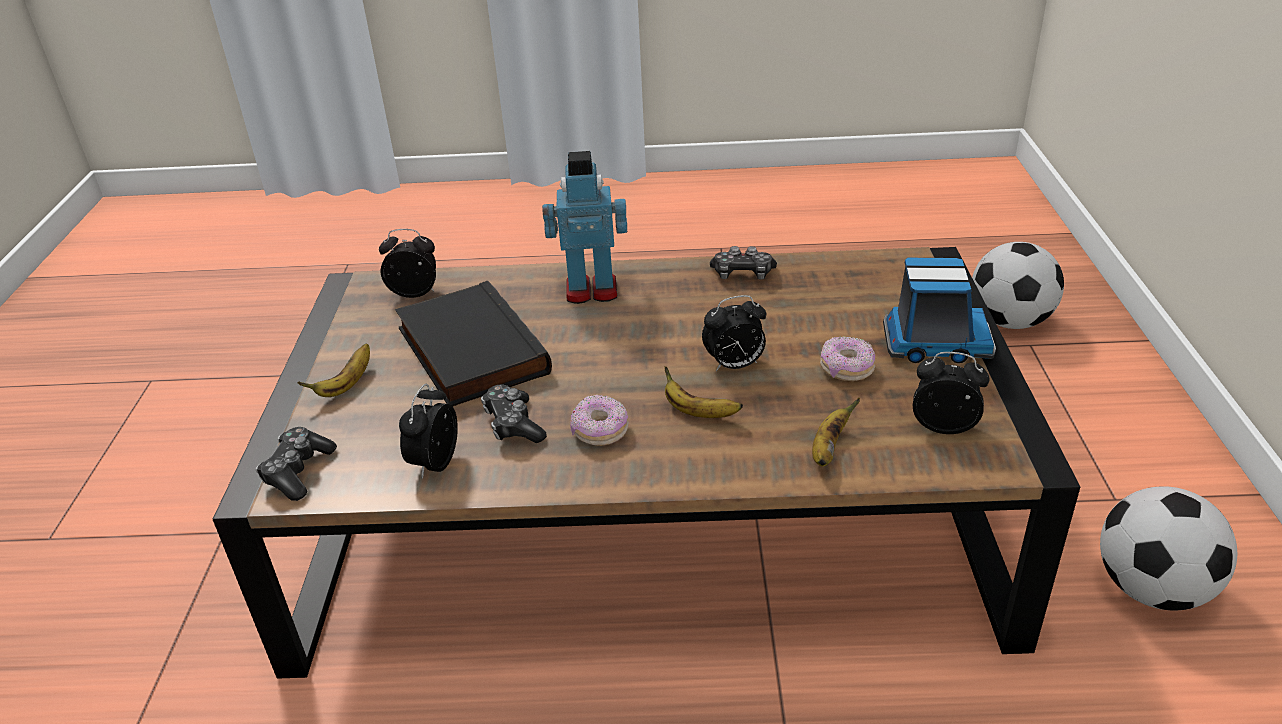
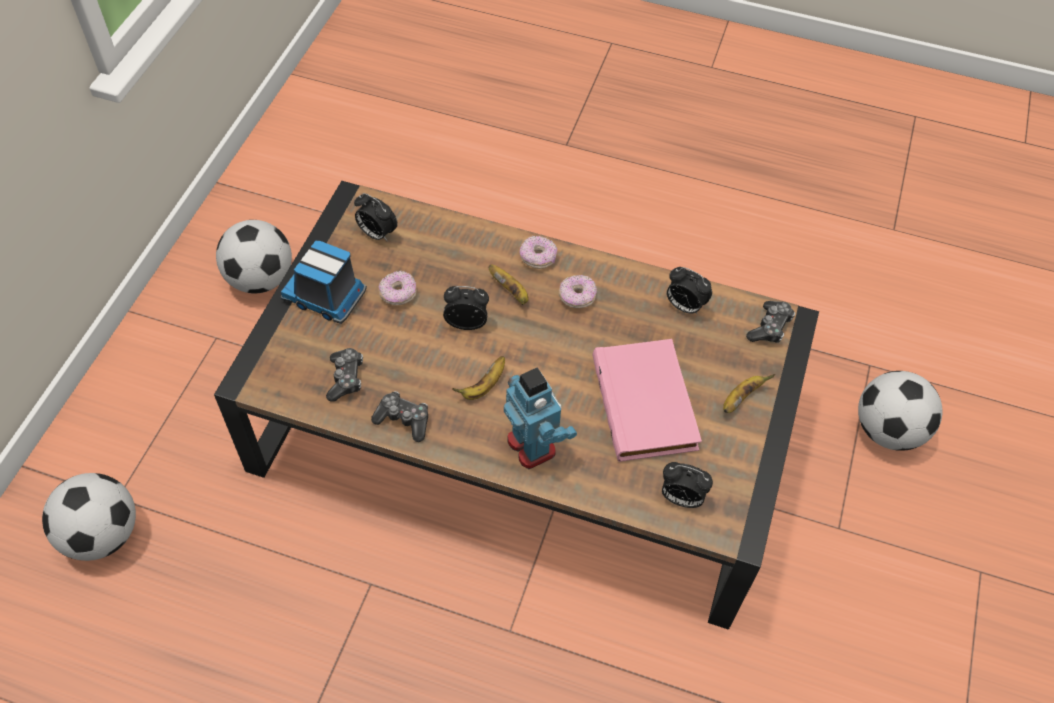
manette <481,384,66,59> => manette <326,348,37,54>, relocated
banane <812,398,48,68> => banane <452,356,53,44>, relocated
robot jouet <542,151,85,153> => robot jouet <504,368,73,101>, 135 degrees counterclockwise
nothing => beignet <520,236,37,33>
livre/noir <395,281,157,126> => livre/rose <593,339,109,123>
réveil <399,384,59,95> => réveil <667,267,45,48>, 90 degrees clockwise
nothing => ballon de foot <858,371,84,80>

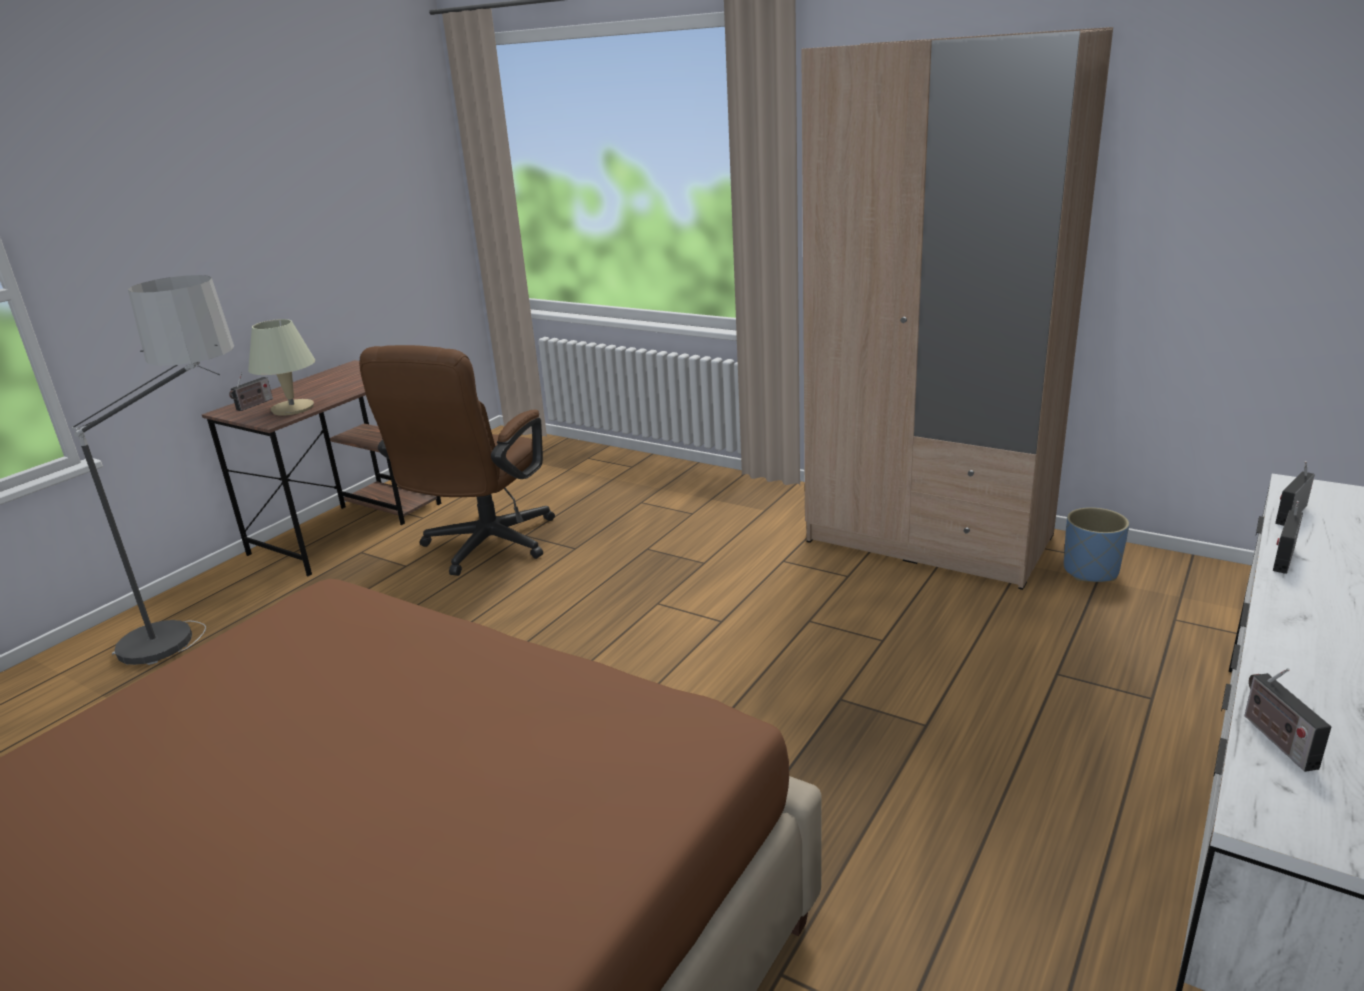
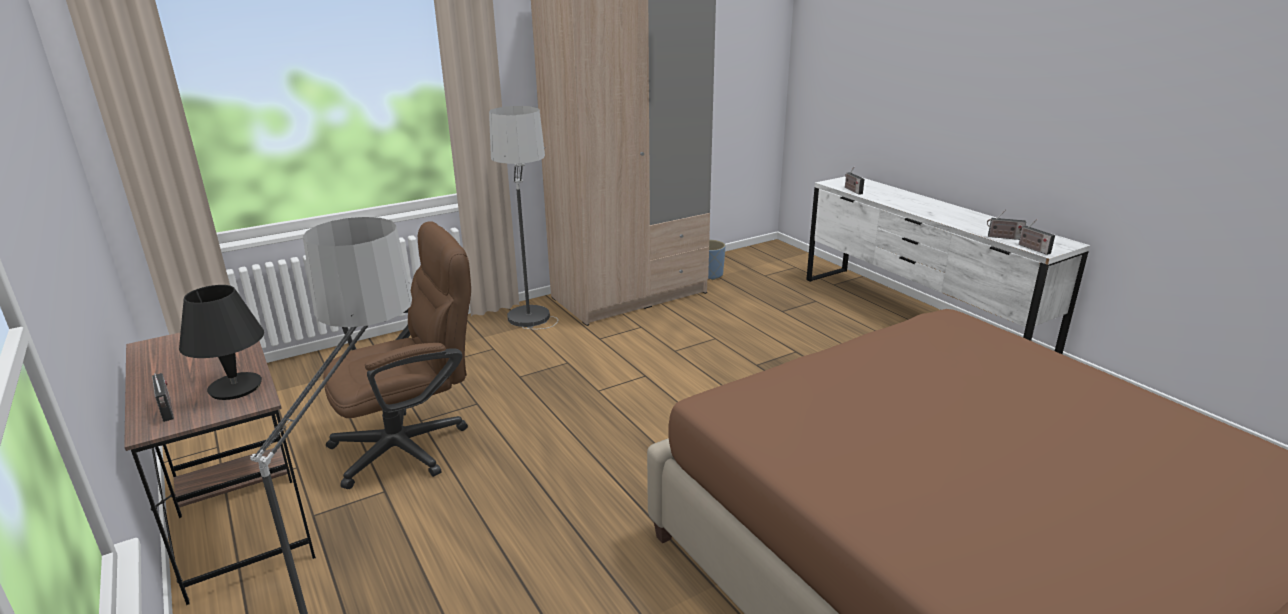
lampe de table/beige <248,319,67,97> => lampe de table/noir <179,285,85,115>
chaise de bureau/marron <359,345,196,231> => chaise de bureau/marron <323,221,148,268>, 75 degrees counterclockwise
nothing => lampadaire <489,106,69,223>
radio <1273,501,30,73> => radio <1019,219,36,36>, relocated

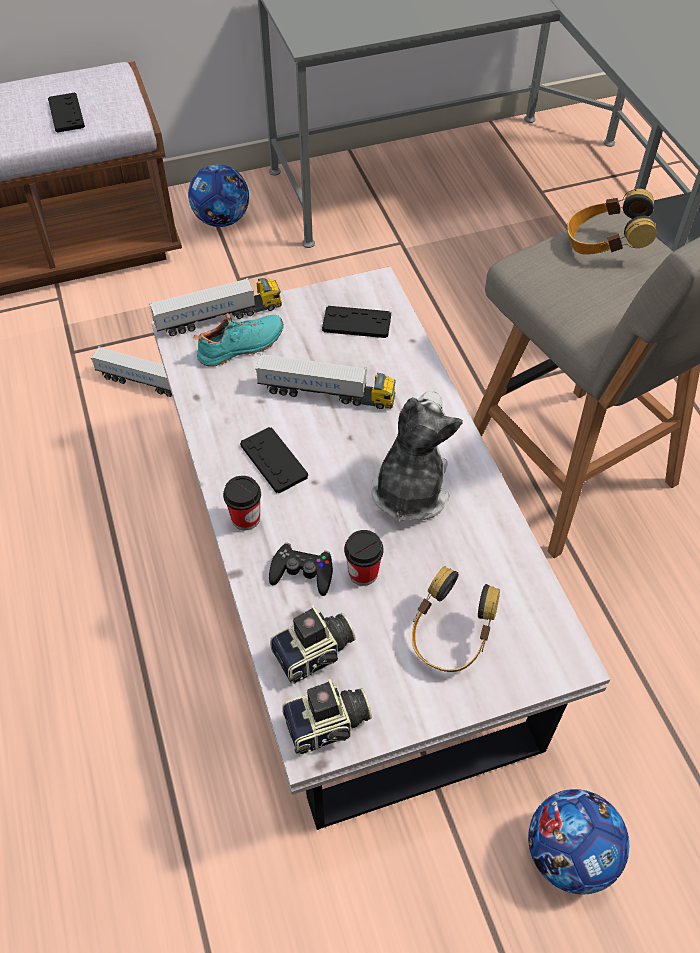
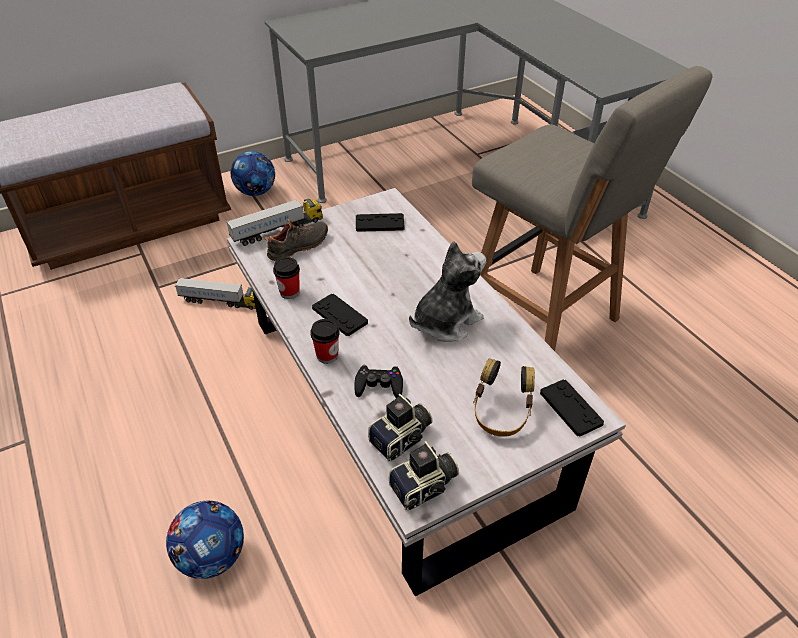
ballon de foot <528,789,101,105> => ballon de foot <166,501,78,78>, relocated
chaussure/turquoise <194,313,90,54> => chaussure/noir <265,219,63,42>
tasse <344,530,40,56> => tasse <273,257,27,42>, relocated
peluche <371,391,92,132> => peluche <409,241,77,101>, 45 degrees clockwise
manette/noir <48,92,37,41> => manette/noir <540,379,64,58>, relocated
camion jouet <255,353,141,56> => nothing
casque audio <567,189,90,66> => nothing

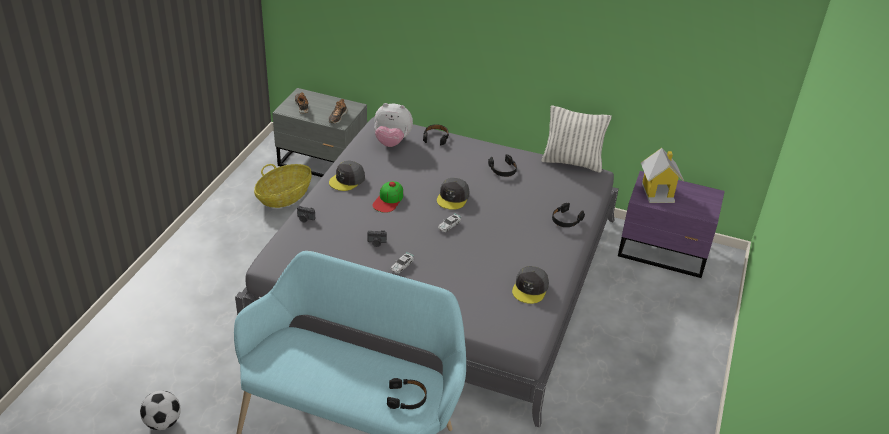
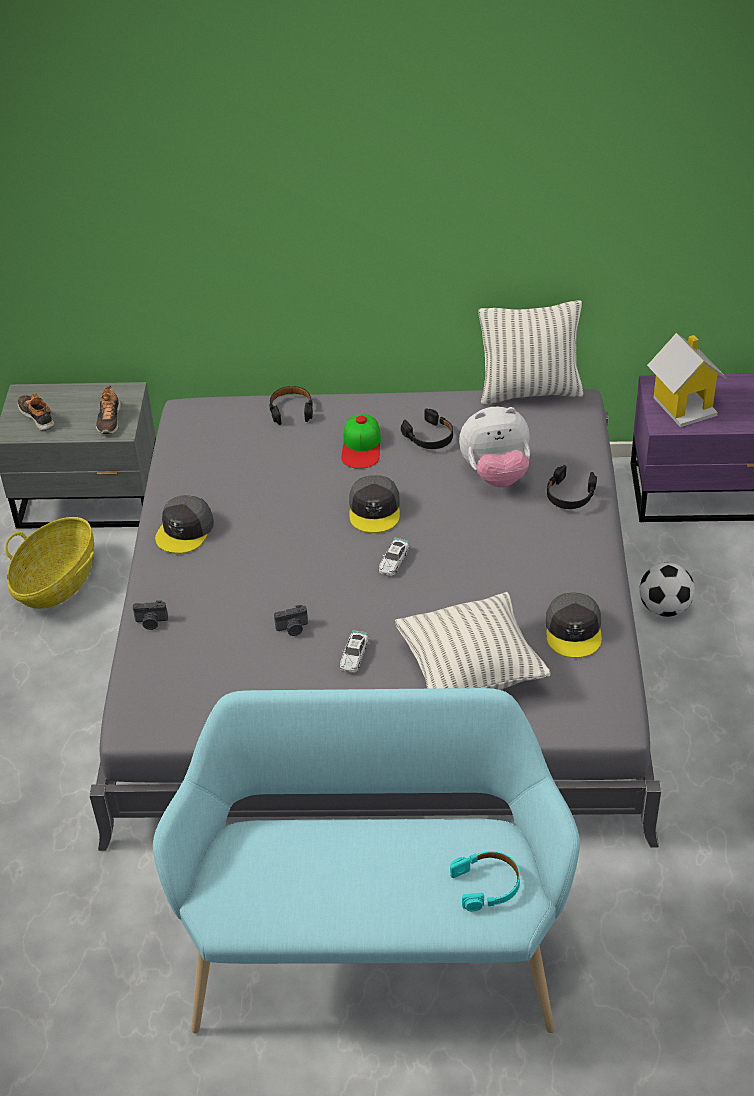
casquette <372,181,31,32> => casquette <341,414,40,55>, relocated
nothing => coussin <395,592,155,98>
casque audio/noir <387,378,40,31> => casque audio/turquoise <450,851,70,61>
peluche <374,103,39,44> => peluche <459,407,71,80>, relocated
ballon de foot <140,391,41,39> => ballon de foot <639,563,56,54>, relocated

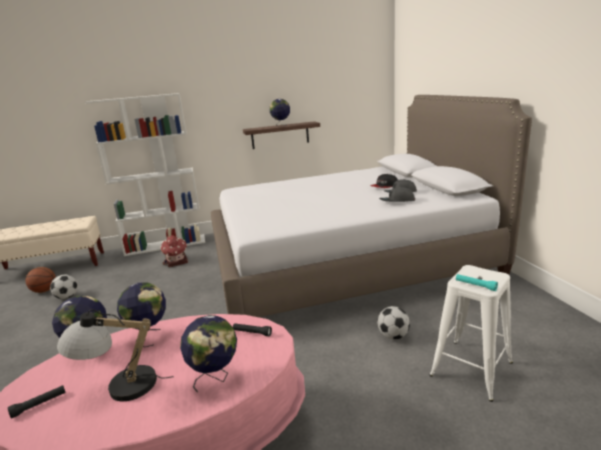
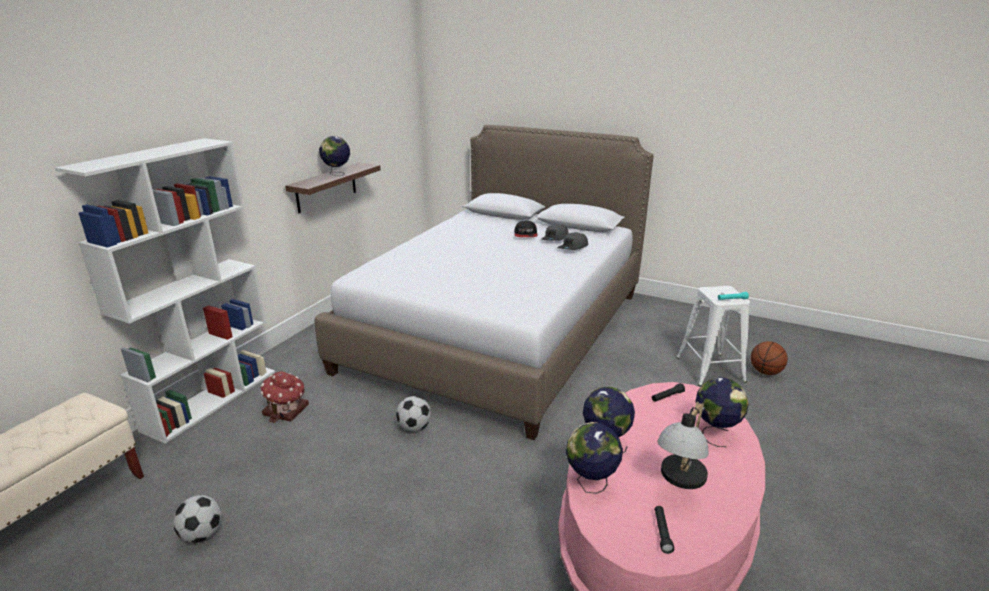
ballon de foot <377,306,33,34> => ballon de foot <396,396,35,36>, relocated
ballon de basket <25,267,31,26> => ballon de basket <751,341,37,34>, relocated

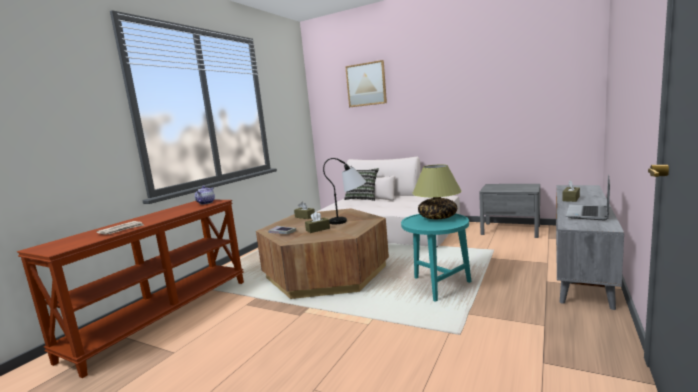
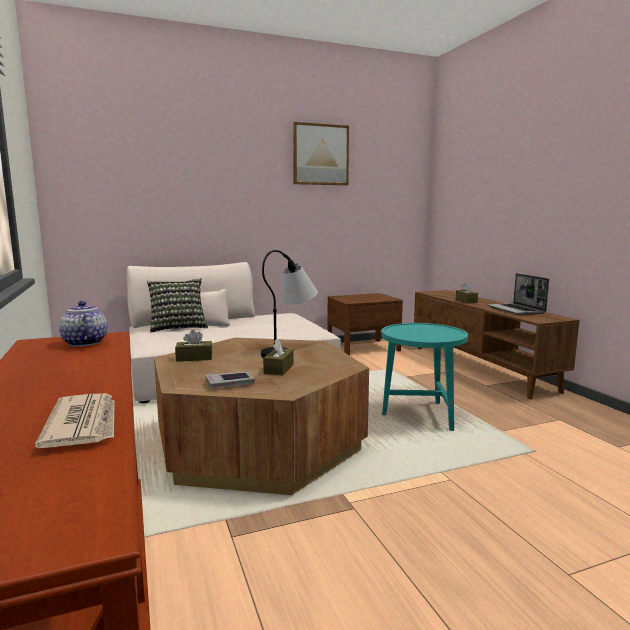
tableau <345,60,42,47> => tableau <293,122,56,64>, relocated
table de chevet/gris <479,184,61,54> => table de chevet/marron <327,293,76,63>
meuble télé/gris <556,185,68,125> => meuble télé/marron <414,290,166,109>
lampe de table <412,164,50,55> => nothing

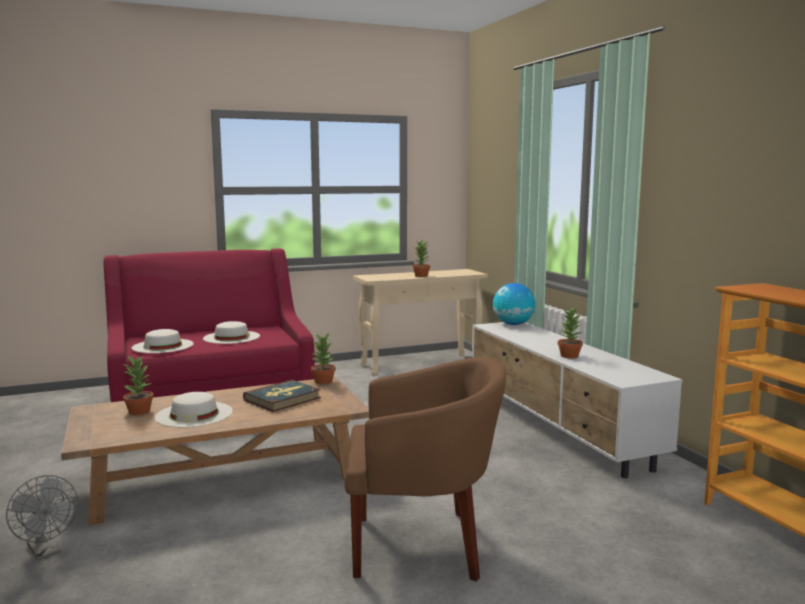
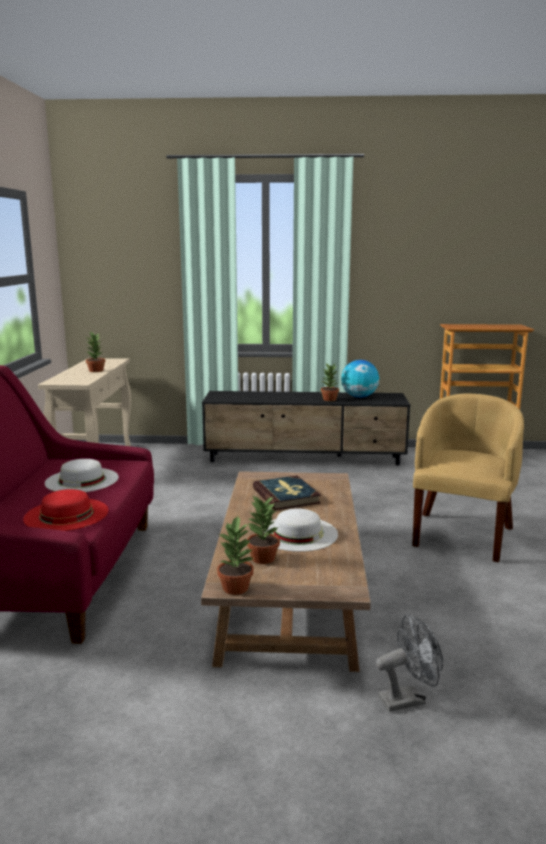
chapeau/blanc <132,329,62,24> => chapeau/rouge <23,489,85,42>
meuble télé/blanc <472,322,211,156> => meuble télé/noir <202,391,208,74>
plante en pot <311,333,25,51> => plante en pot <217,516,37,79>, relocated
globe <493,283,42,42> => globe <341,360,38,38>, relocated
fauteuil/marron <345,357,161,225> => fauteuil/jaune <412,394,112,168>

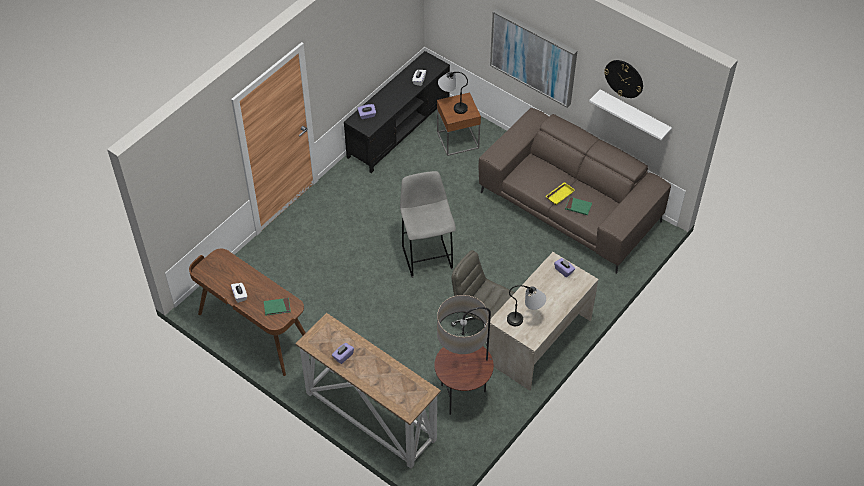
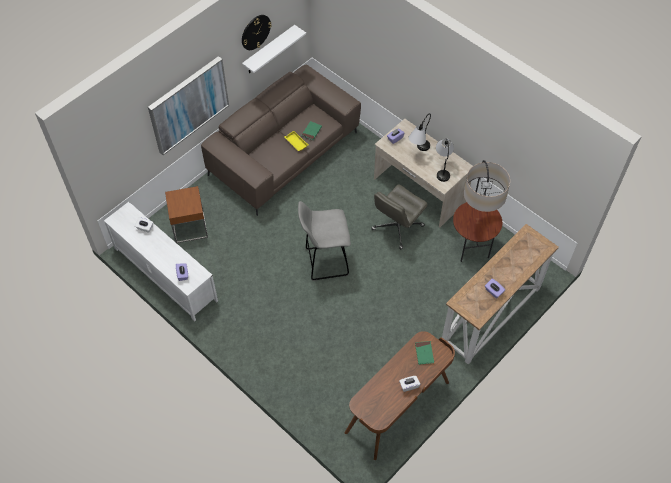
meuble télé/noir <344,51,106,122> => meuble télé/blanc <104,202,114,120>
lampe de table <438,72,30,42> => lampe de table <408,113,23,38>, relocated

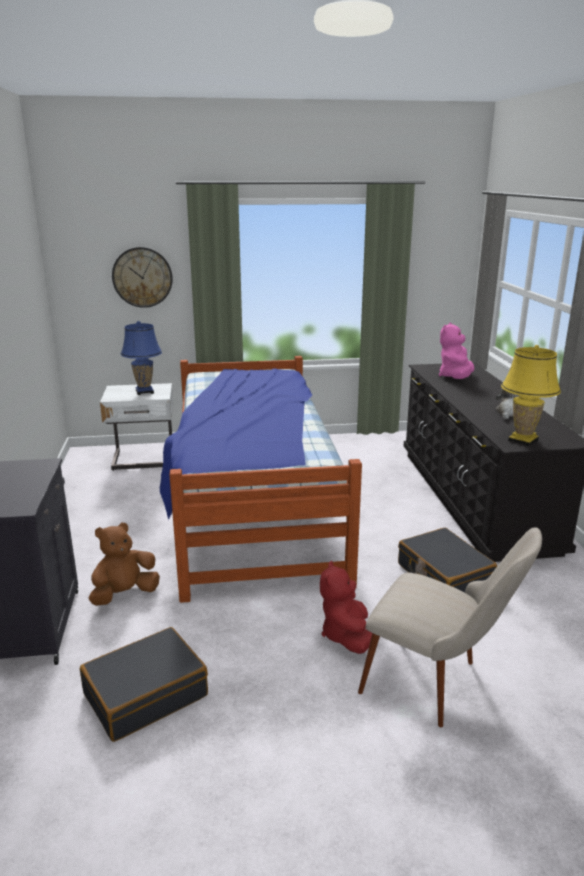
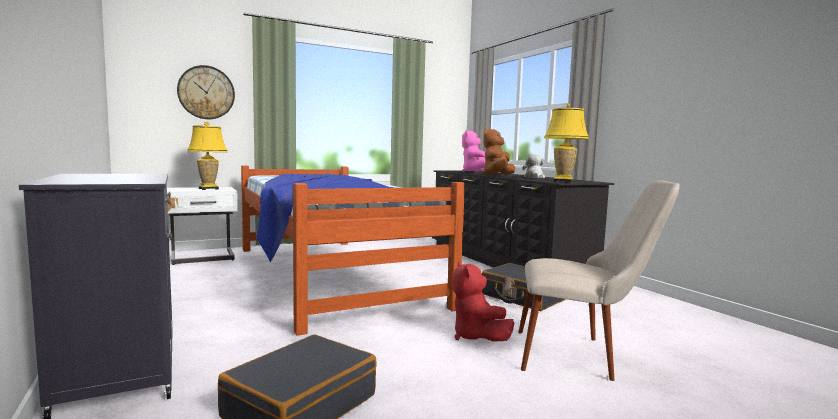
lampe de table/bleu <121,321,41,74> => lampe de table/jaune <187,122,41,68>
peluche/marron <89,523,71,83> => peluche/marron <483,128,32,47>, relocated

